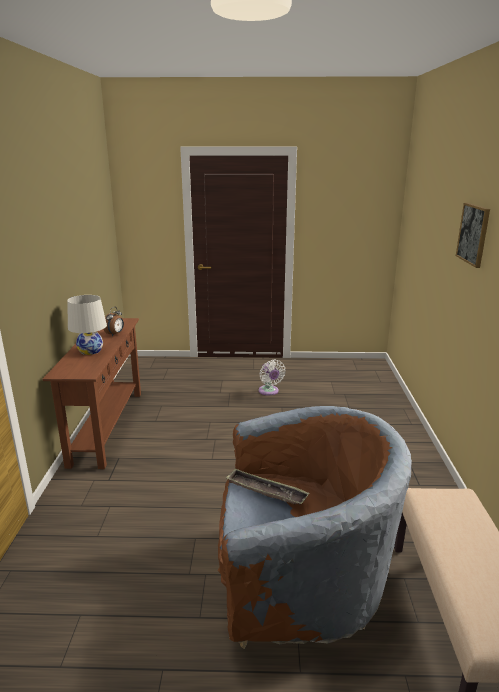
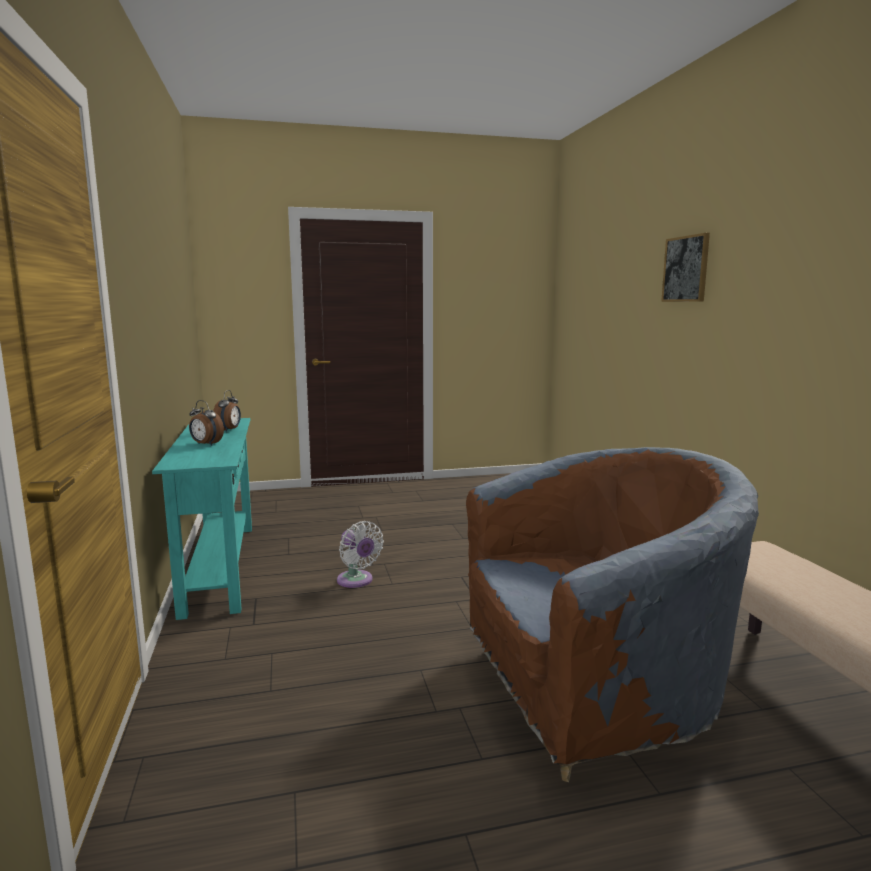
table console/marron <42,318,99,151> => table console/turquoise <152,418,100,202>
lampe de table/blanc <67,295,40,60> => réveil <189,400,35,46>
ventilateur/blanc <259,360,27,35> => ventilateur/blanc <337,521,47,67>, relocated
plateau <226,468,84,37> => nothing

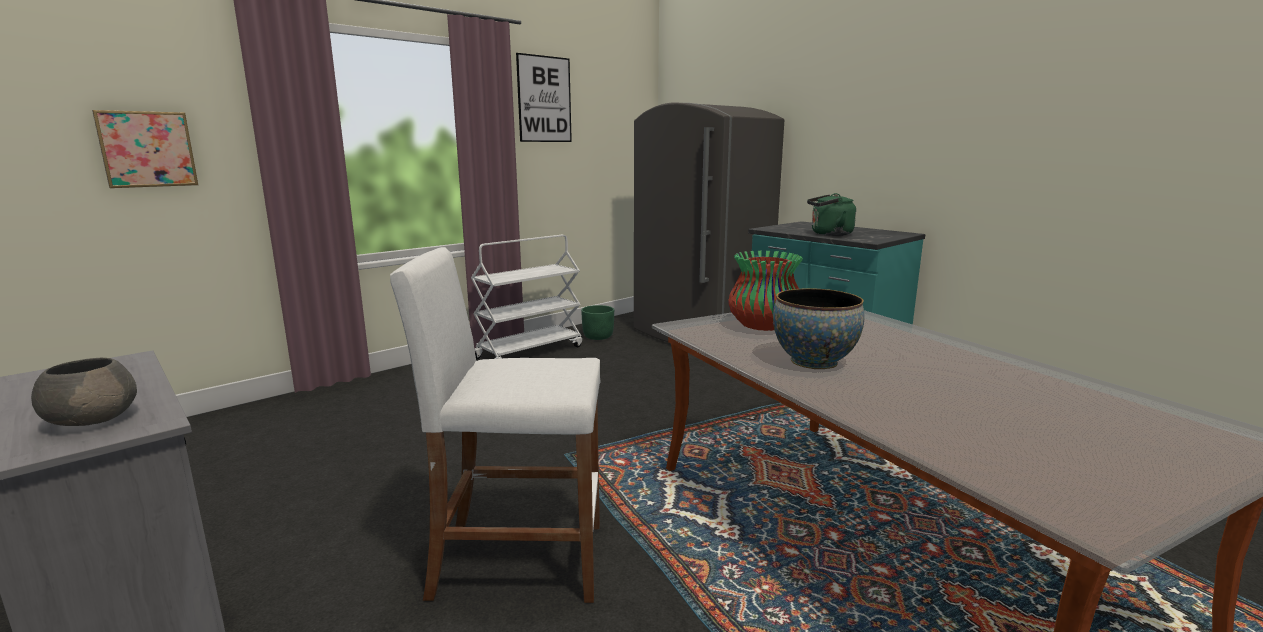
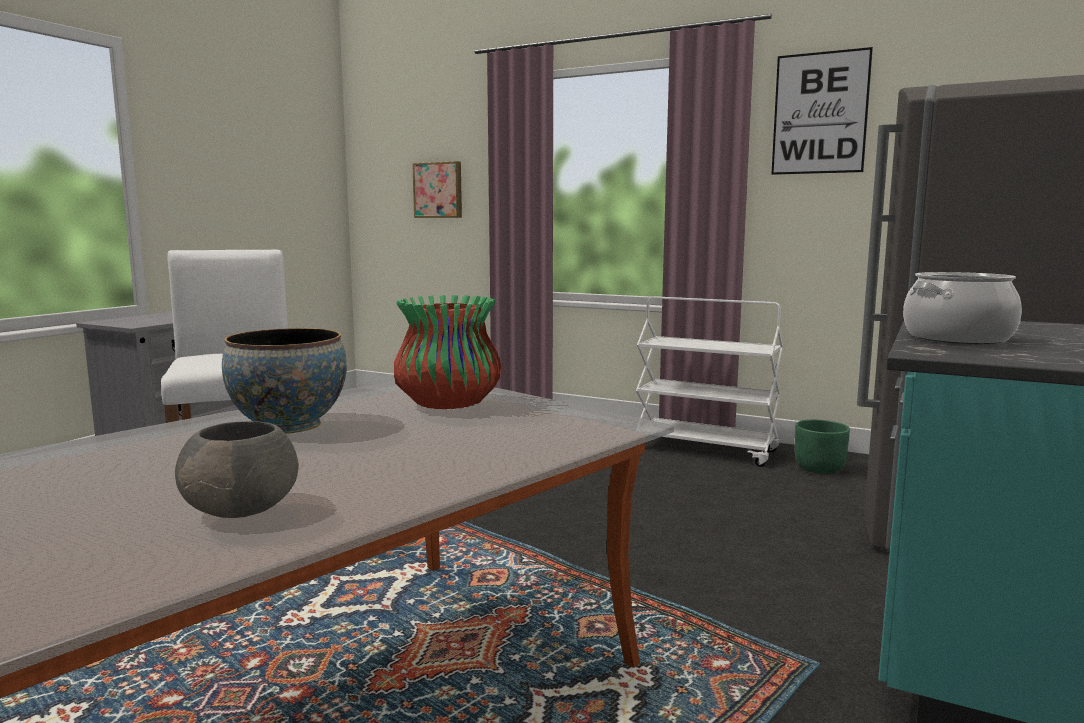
bol/gris <31,358,106,68> => bol/gris <175,421,124,97>, relocated
bouilloire/vert <807,193,49,43> => marmite <903,272,119,72>

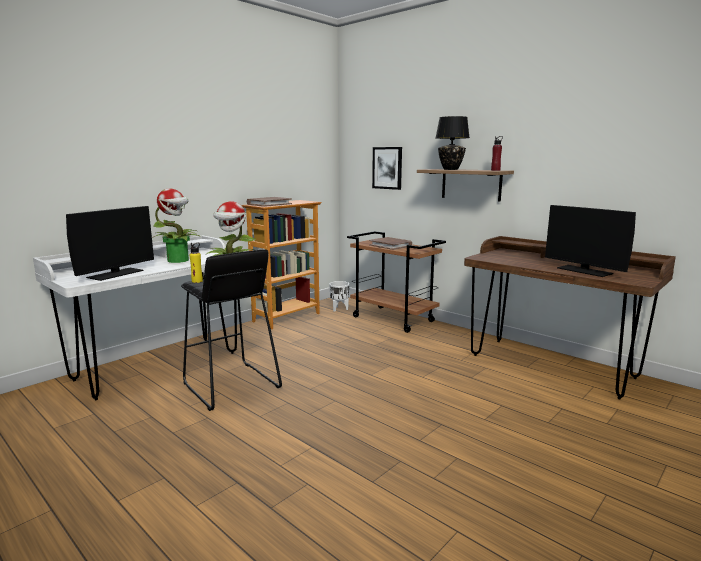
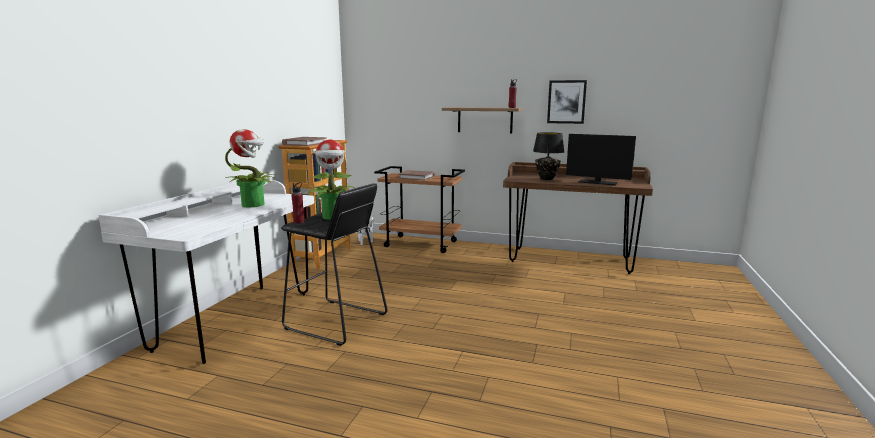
bouteille/jaune <190,243,13,40> => bouteille/rouge <291,182,14,41>
lampe de table/noir <436,116,33,54> => lampe de table/noir <533,132,31,48>, relocated
tableau <372,147,30,43> => tableau <547,80,40,44>, relocated
écran d'ordinateur <66,206,88,75> => nothing

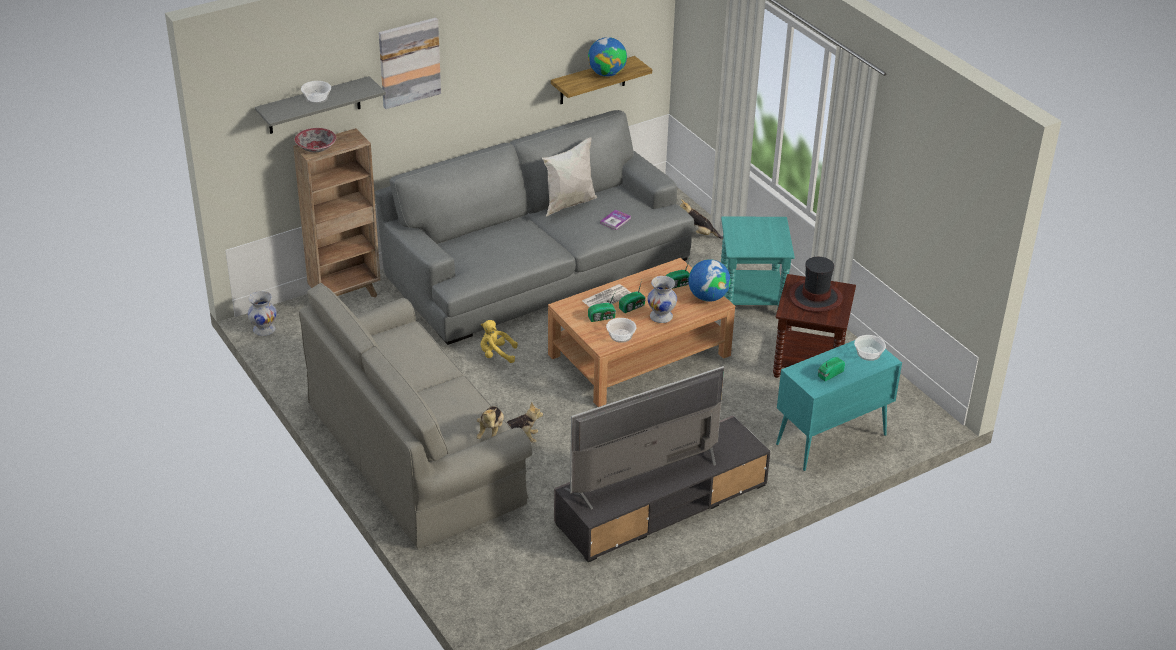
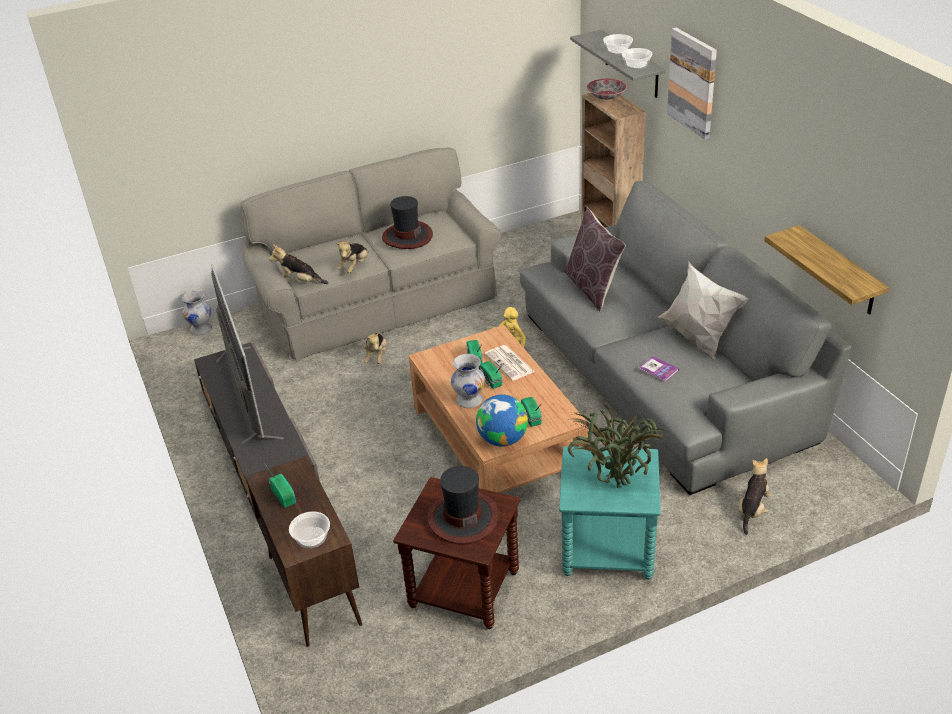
vase/blanc <248,291,29,45> => vase/blanc <182,290,30,45>, relocated
meuble de rangement/turquoise <776,340,126,131> => meuble de rangement/marron <246,456,116,191>
nothing => peluche <336,240,32,33>
nothing => chapeau <382,196,51,53>
nothing => coussin/marron <564,208,62,103>
nothing => plante en pot <568,407,98,81>
bol <606,318,31,25> => bol <622,48,30,21>, relocated
globe <588,37,39,40> => nothing

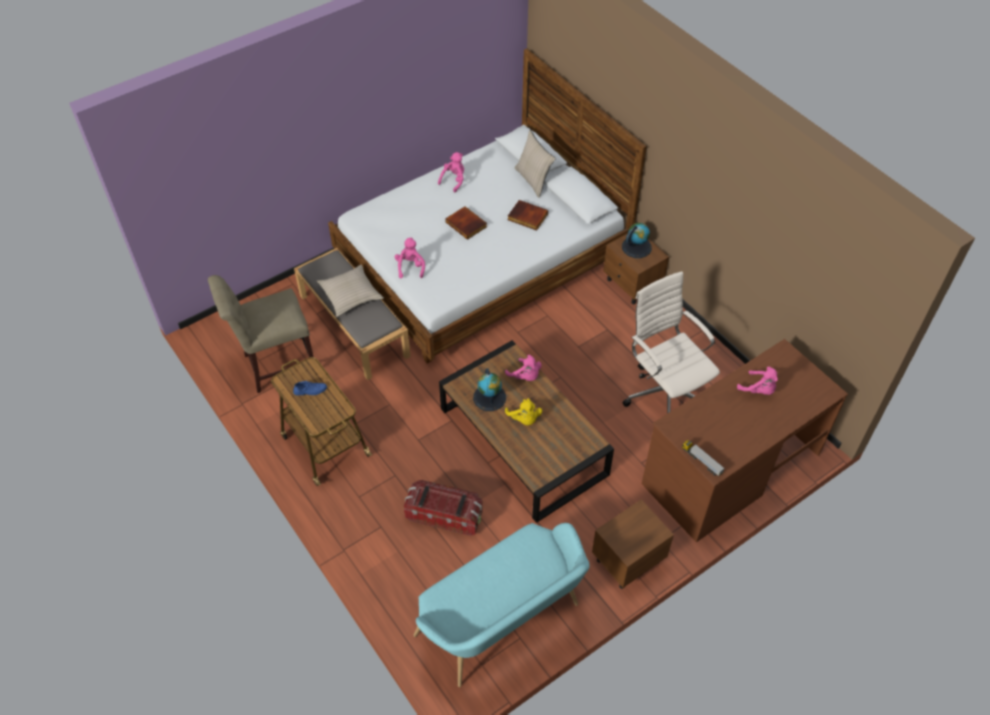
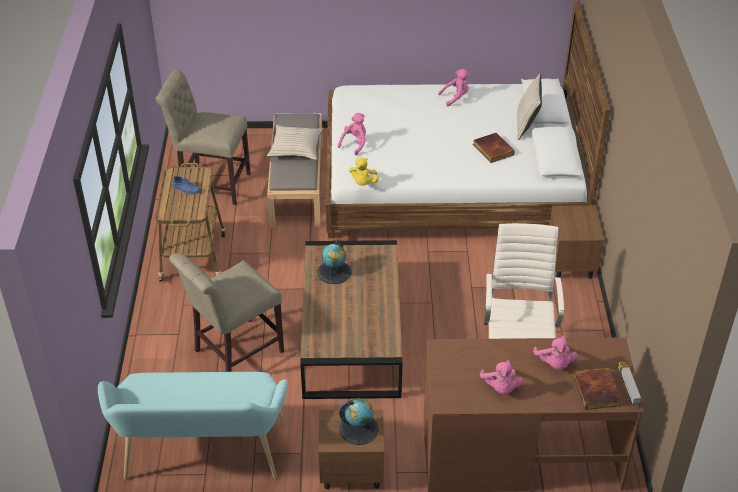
boîte de rangement <404,480,79,56> => chaise/beige <169,253,115,119>
globe <622,223,30,35> => globe <339,398,40,47>, relocated
peluche/jaune <505,398,37,27> => peluche/jaune <349,158,30,28>, relocated
peluche/rose <505,355,37,26> => peluche/rose <480,360,44,34>, relocated
livre <445,206,42,34> => livre <573,367,49,43>, relocated
camion jouet <682,440,43,36> => camion jouet <617,362,25,43>, relocated

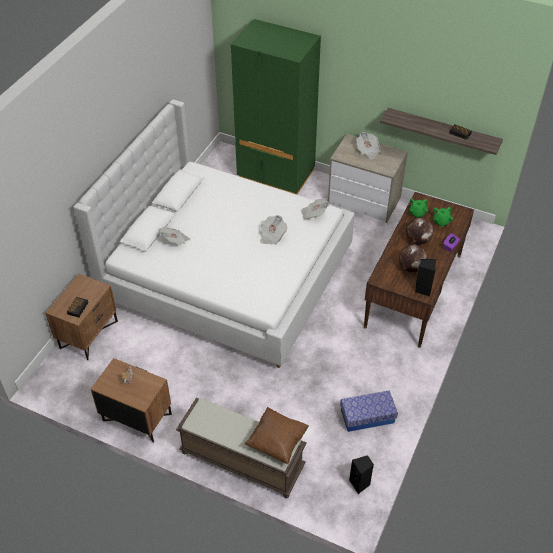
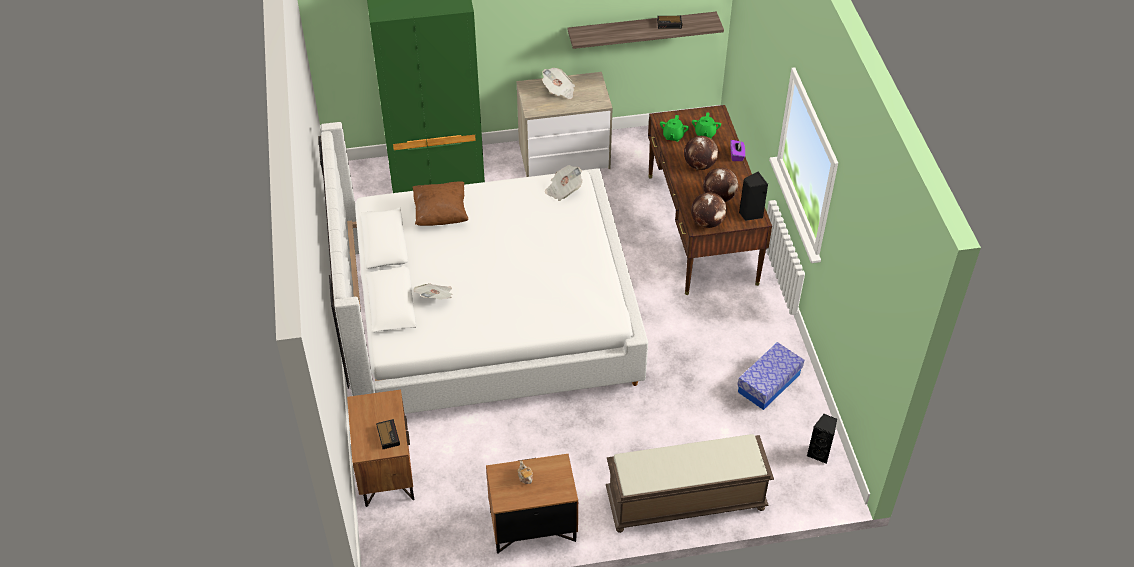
coussin/marron <244,407,65,57> => coussin/marron <412,181,56,45>, relocated
nothing => globe <691,192,36,36>
journal <260,215,27,30> => nothing

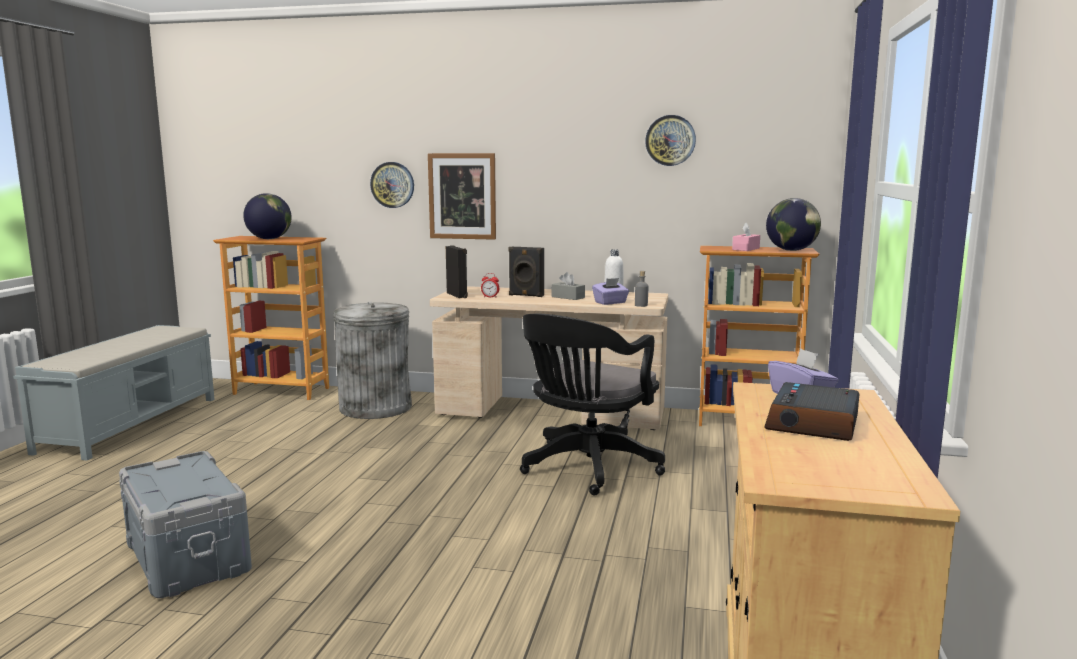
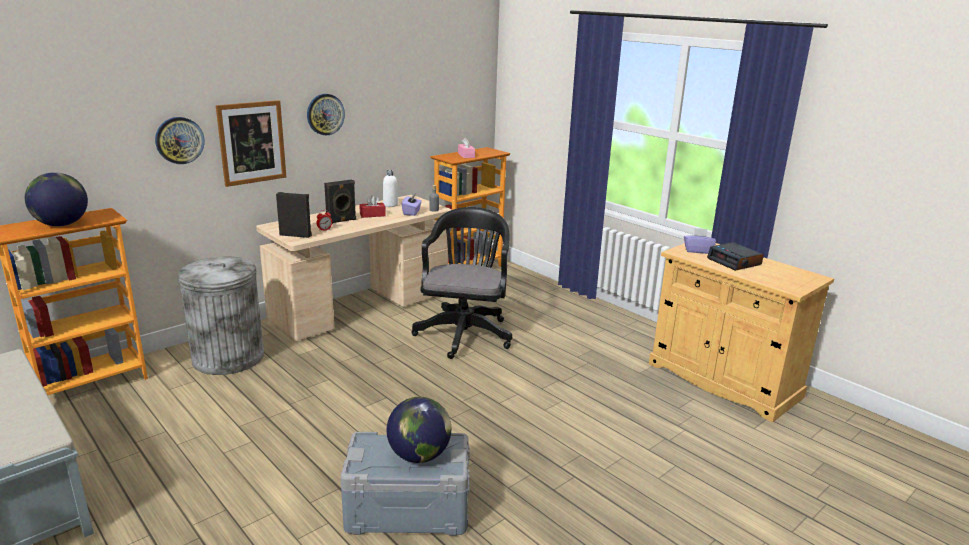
horloge murale <645,115,51,51> => horloge murale <307,94,38,41>, relocated
boîte à mouchoirs/gris <552,272,33,28> => boîte à mouchoirs/rouge <360,196,26,22>
globe <766,198,55,53> => globe <387,397,64,66>, relocated
chaise de bureau/noir <520,314,145,182> => chaise de bureau/noir <412,207,100,152>, 150 degrees counterclockwise

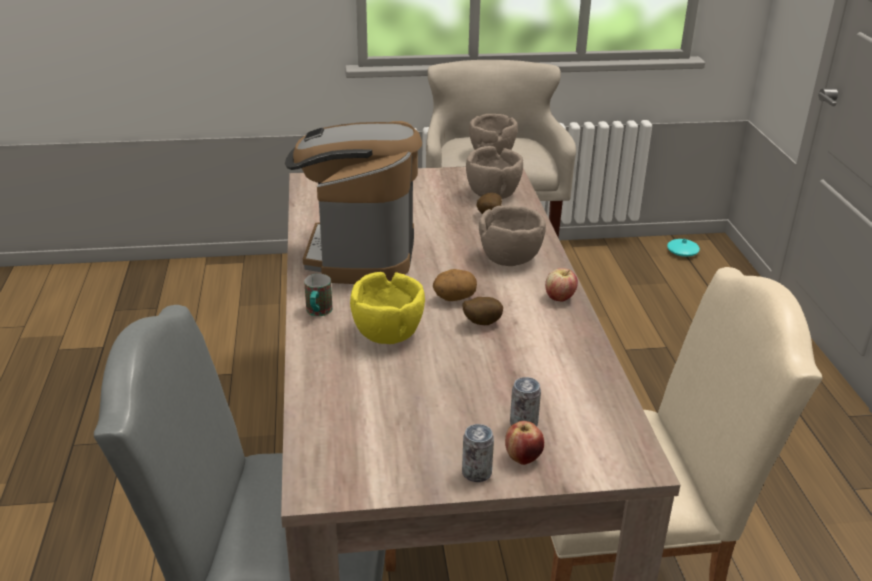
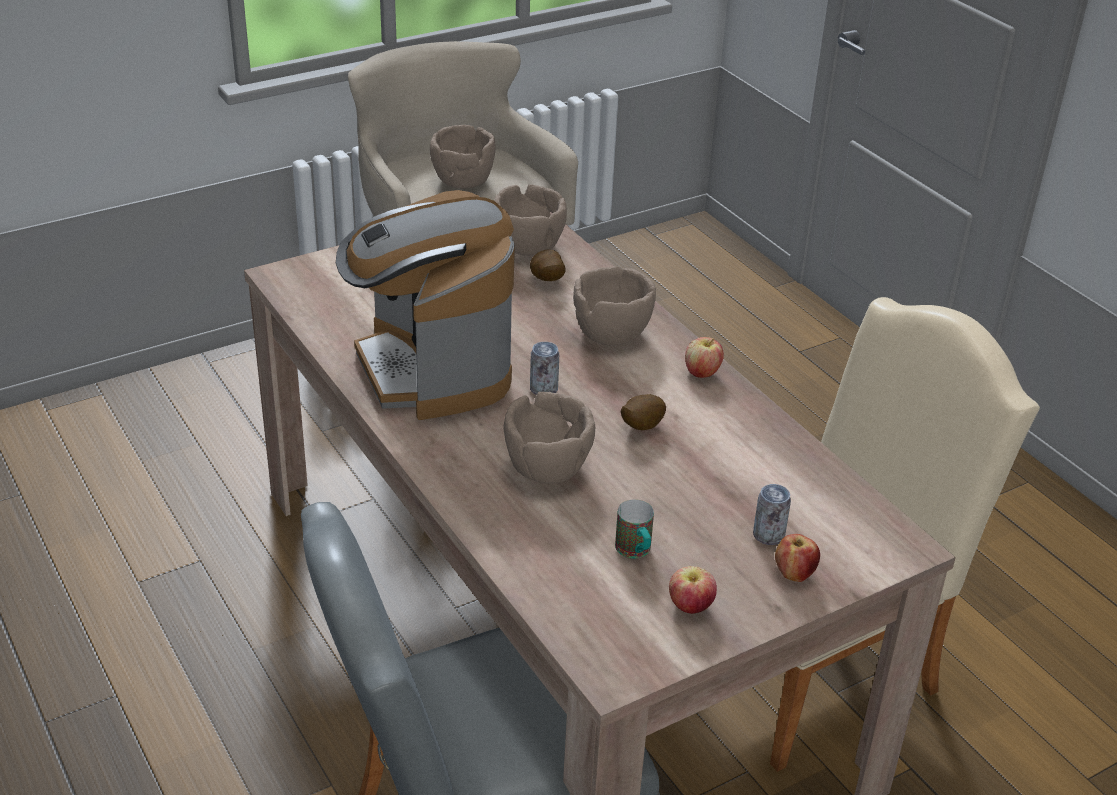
bol/jaune <350,272,75,72> => bol/marron <503,392,92,92>
boîte métallique <462,424,32,58> => boîte métallique <530,342,29,53>, relocated
mug <304,274,29,42> => mug <615,499,39,59>, relocated
nothing => pomme <669,566,48,48>
pomme de terre <433,269,44,32> => nothing
vase/turquoise <667,239,33,18> => nothing

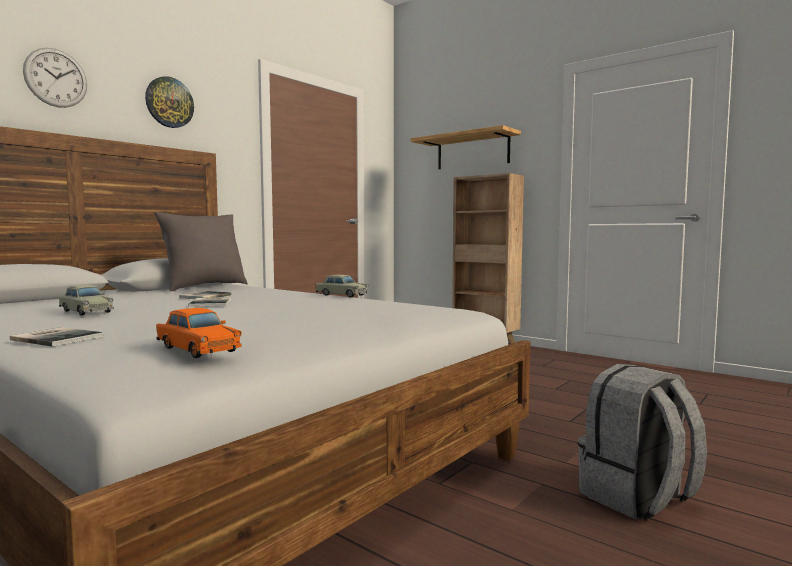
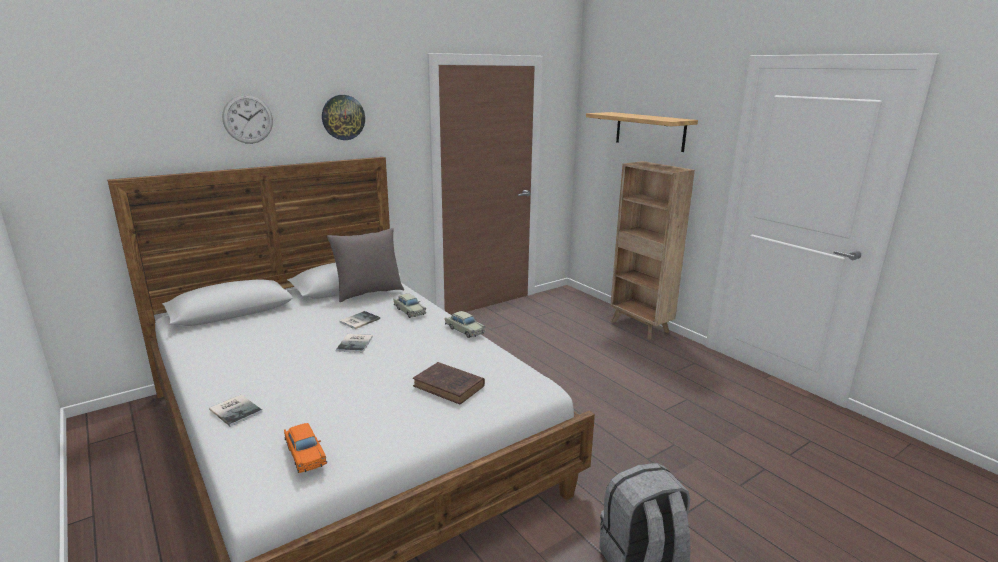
petite voiture/beige <59,285,55,31> => petite voiture/beige <394,293,32,25>, relocated
nothing => livre/marron <413,362,72,43>

